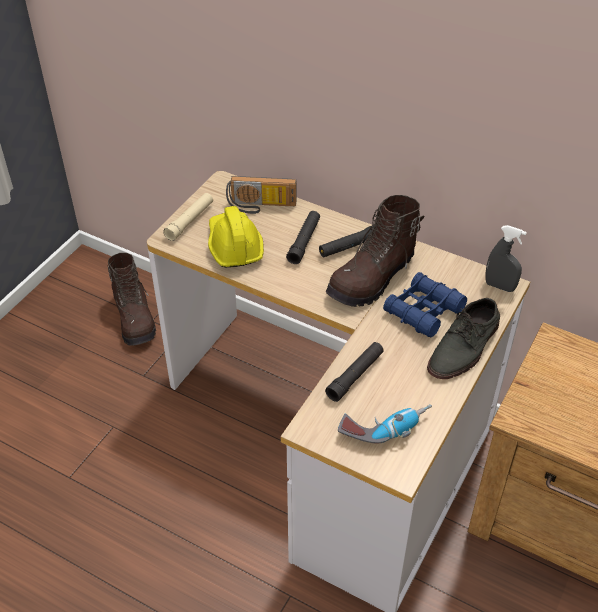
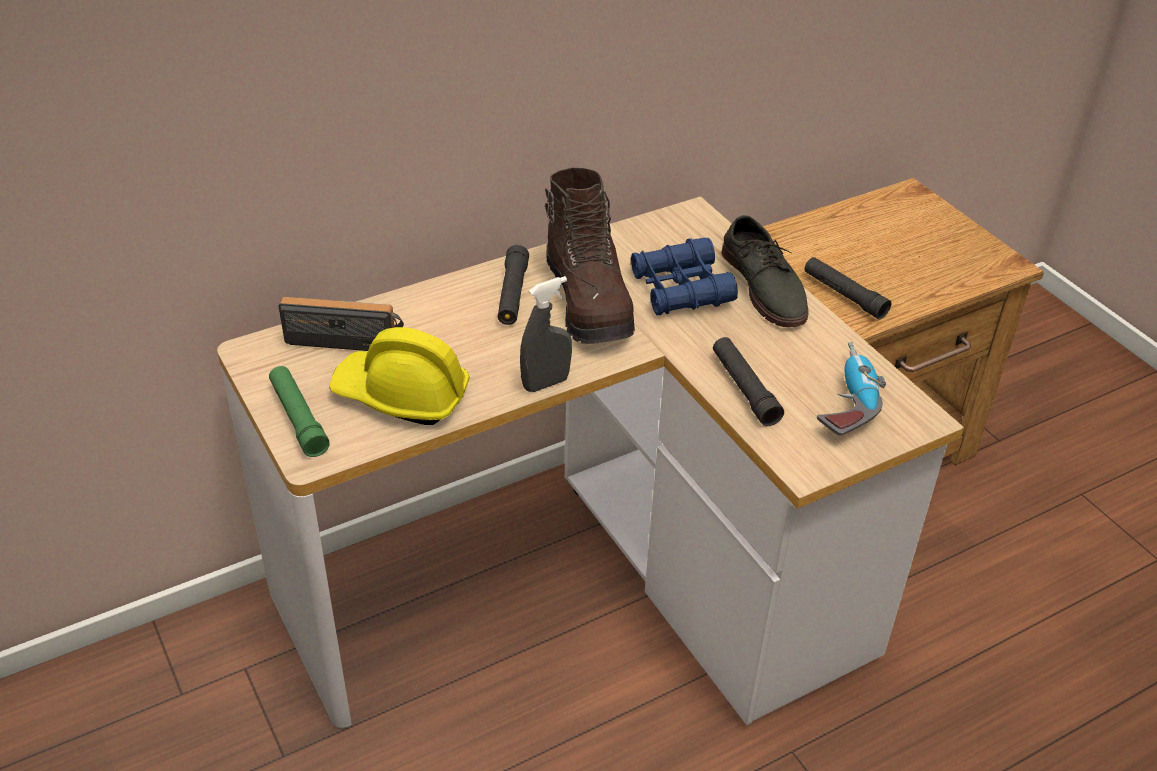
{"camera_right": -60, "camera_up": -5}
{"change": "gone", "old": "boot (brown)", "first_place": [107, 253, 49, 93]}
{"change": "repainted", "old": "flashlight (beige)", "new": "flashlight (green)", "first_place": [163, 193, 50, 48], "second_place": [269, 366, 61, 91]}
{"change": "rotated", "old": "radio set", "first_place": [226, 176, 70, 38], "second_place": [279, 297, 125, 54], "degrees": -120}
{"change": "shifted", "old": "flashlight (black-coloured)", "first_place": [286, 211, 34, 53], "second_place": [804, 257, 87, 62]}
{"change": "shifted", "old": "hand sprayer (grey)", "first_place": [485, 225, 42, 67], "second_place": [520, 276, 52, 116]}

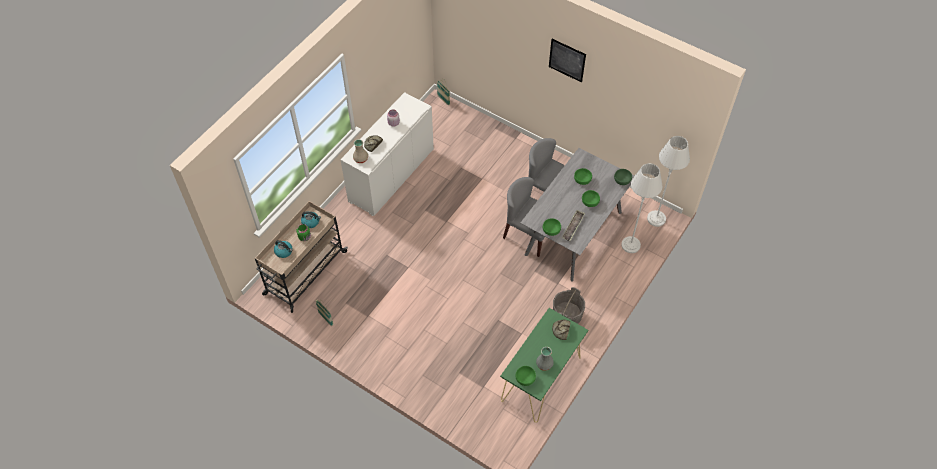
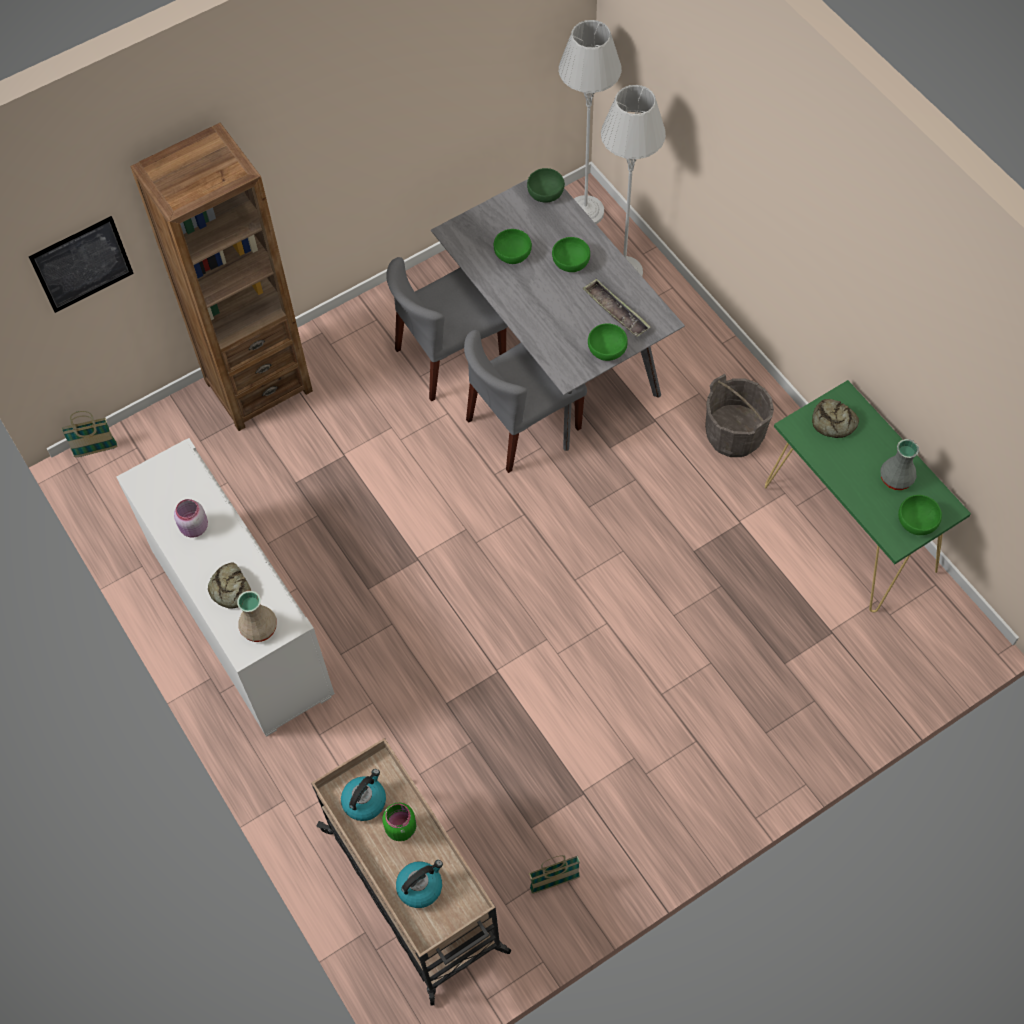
{"camera_right": -65, "camera_up": 5}
{"change": "shifted", "old": "wall art", "first_place": [549, 39, 37, 43], "second_place": [29, 216, 105, 97]}
{"change": "new", "new": "bookcase (brown)", "second_place": [130, 123, 183, 308]}

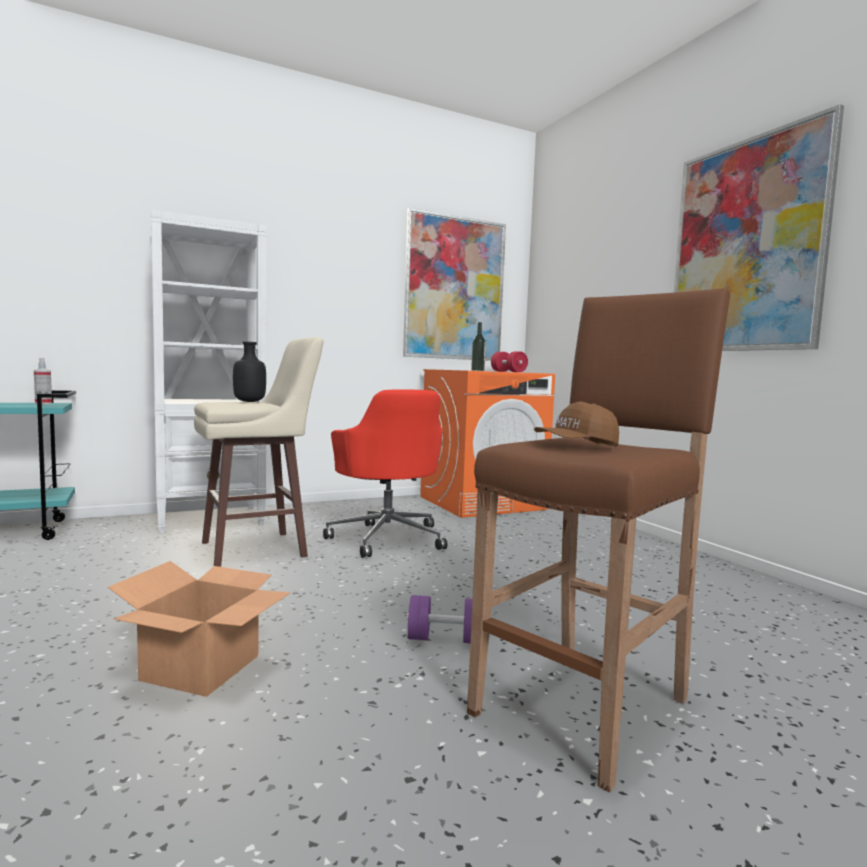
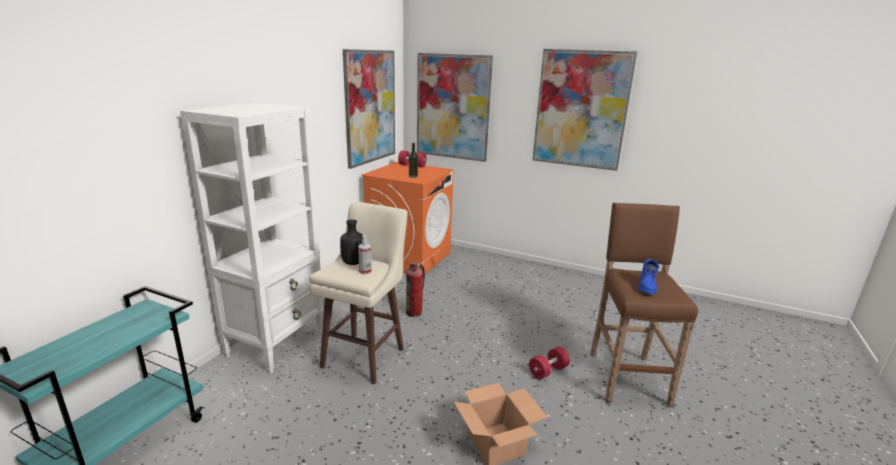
{"camera_right": -40, "camera_up": 15}
{"change": "shifted", "old": "hand sprayer", "first_place": [34, 358, 18, 46], "second_place": [358, 235, 14, 40]}
{"change": "swapped", "old": "desk chair (red)", "new": "fire-fighting cylinder", "first_place": [323, 389, 124, 169], "second_place": [404, 262, 21, 55]}
{"change": "repainted", "old": "dumbbell (purplish)", "new": "dumbbell (red)", "first_place": [406, 595, 67, 48], "second_place": [529, 346, 41, 33]}
{"change": "swapped", "old": "baseball cap (brown)", "new": "boot (bluish)", "first_place": [534, 401, 85, 46], "second_place": [638, 259, 21, 35]}
{"change": "new", "new": "wall art", "second_place": [417, 53, 76, 109]}

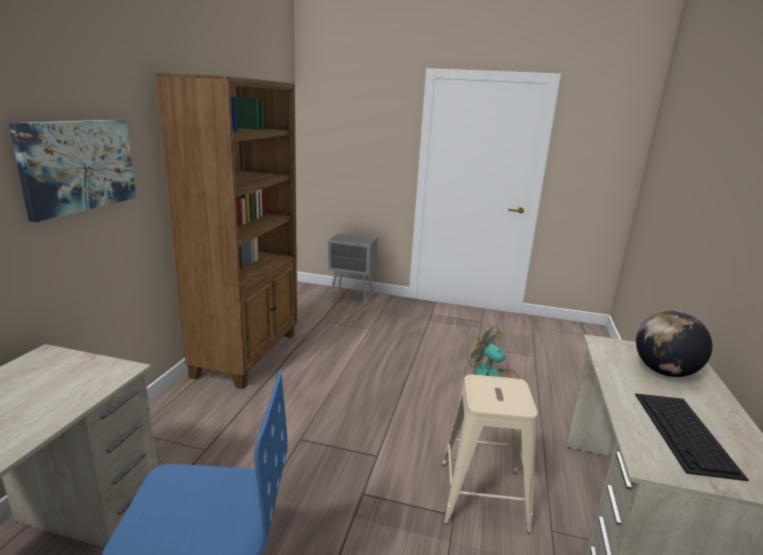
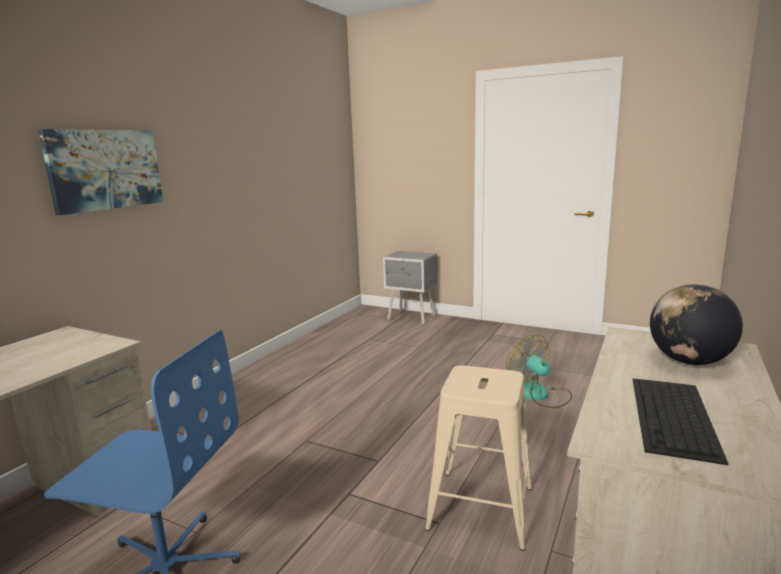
{"camera_right": 15, "camera_up": -5}
{"change": "gone", "old": "bookcase (brown)", "first_place": [155, 73, 142, 316]}

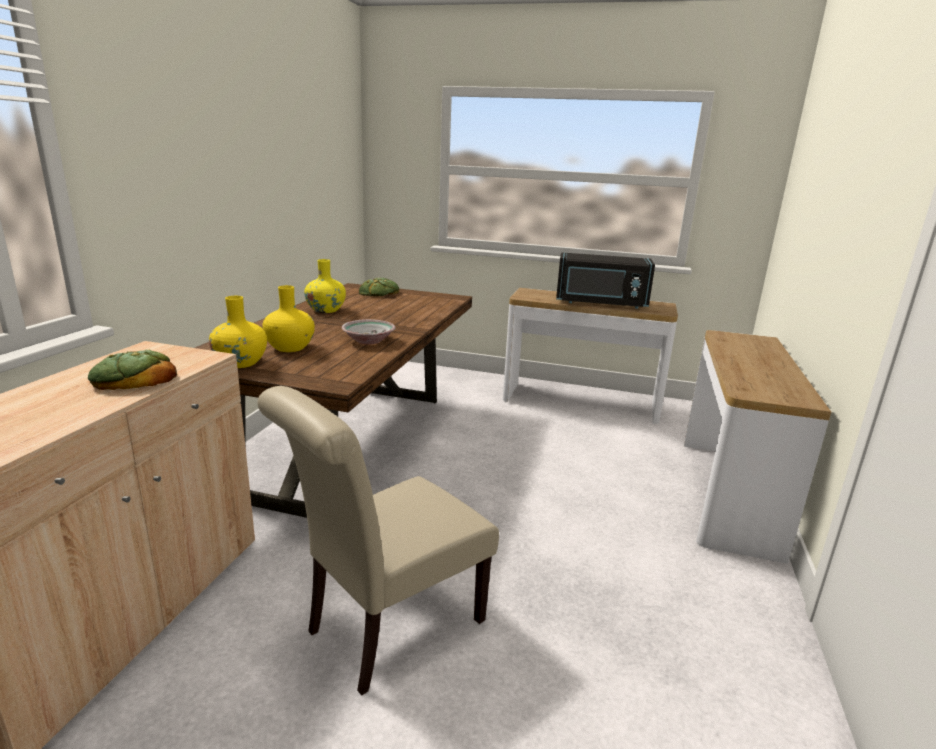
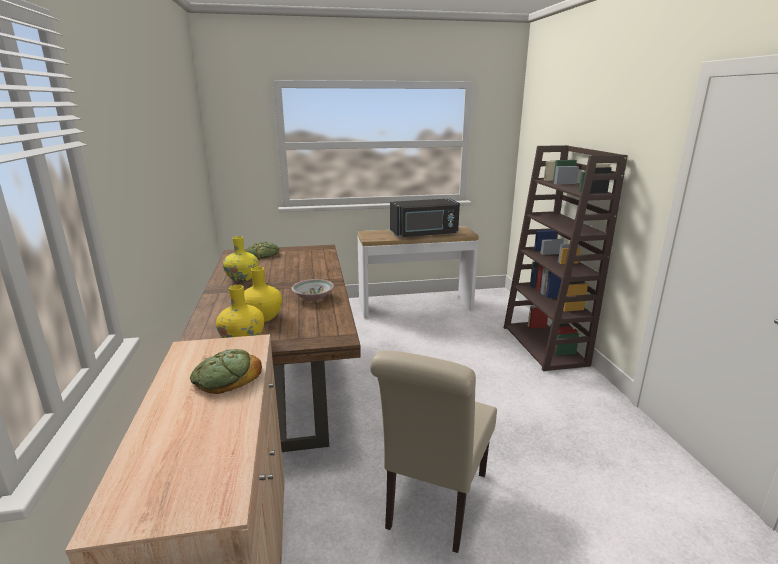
{"camera_right": -25, "camera_up": 0}
{"change": "swapped", "old": "console table", "new": "bookcase (brown)", "first_place": [684, 330, 147, 234], "second_place": [504, 145, 124, 226]}

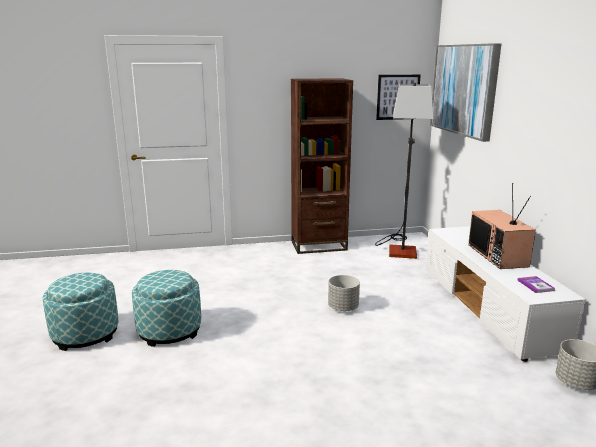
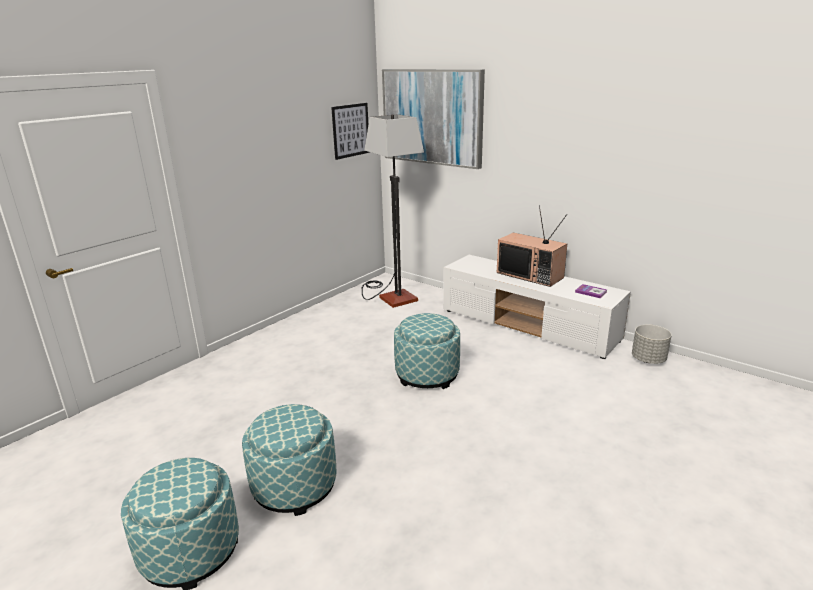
{"camera_right": -40, "camera_up": 5}
{"change": "gone", "old": "bookcase (brown)", "first_place": [291, 78, 62, 176]}
{"change": "swapped", "old": "planter (grey)", "new": "ottoman", "first_place": [328, 275, 32, 36], "second_place": [394, 313, 66, 76]}

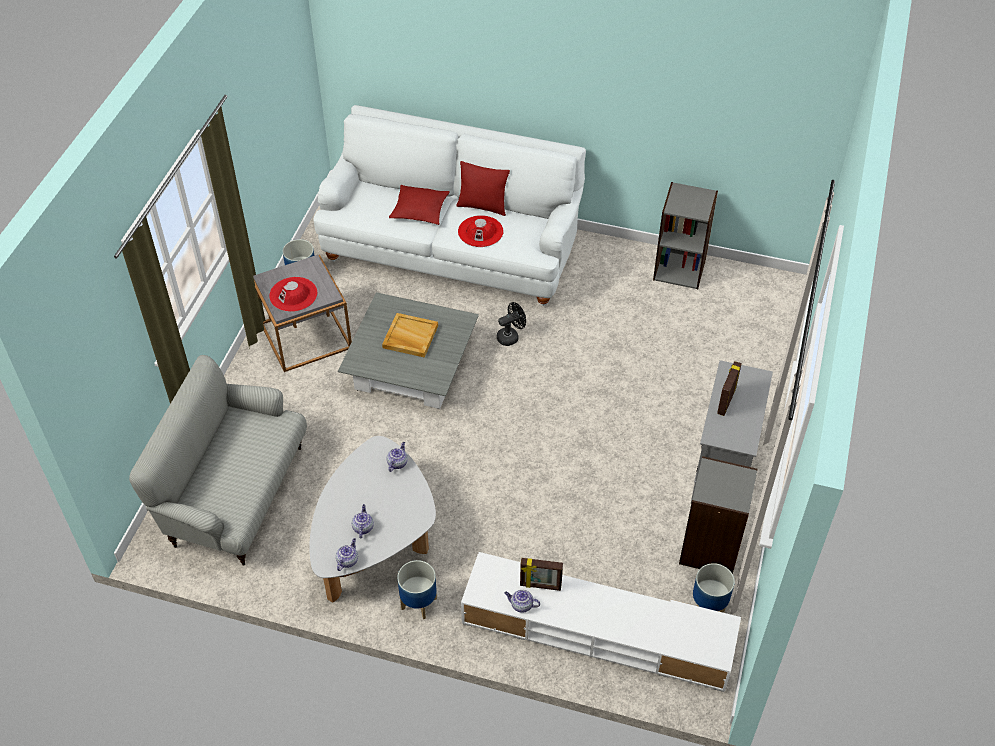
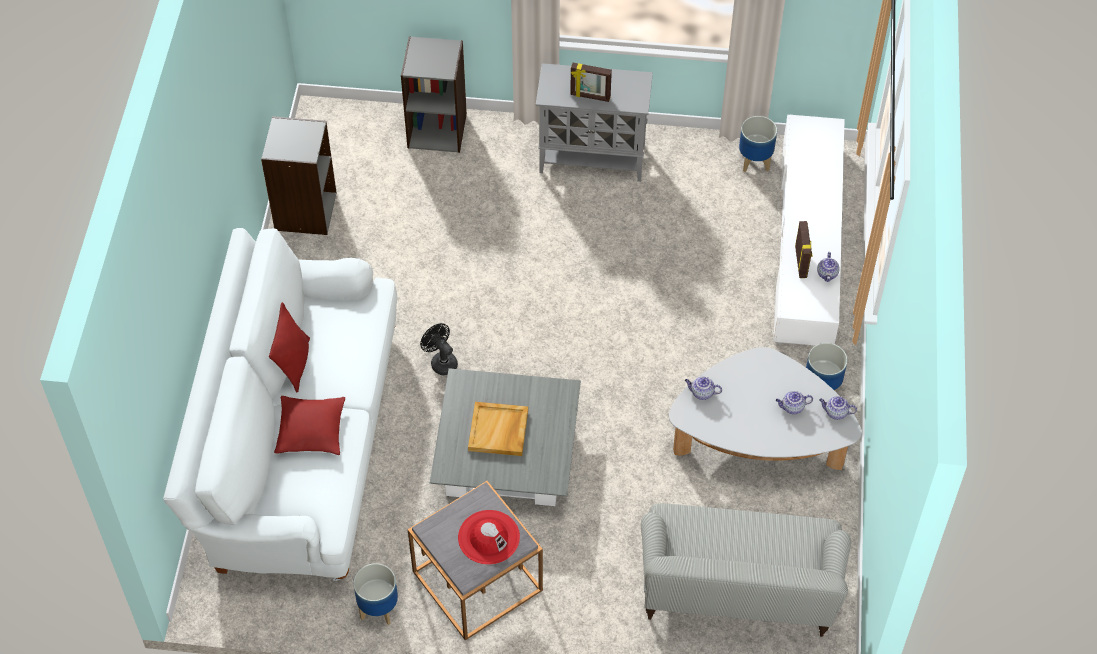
{"camera_right": -100, "camera_up": 5}
{"change": "gone", "old": "wearable hat (red)", "first_place": [458, 215, 45, 32]}
{"change": "shifted", "old": "bookcase (grey)", "first_place": [679, 456, 79, 118], "second_place": [401, 36, 66, 117]}

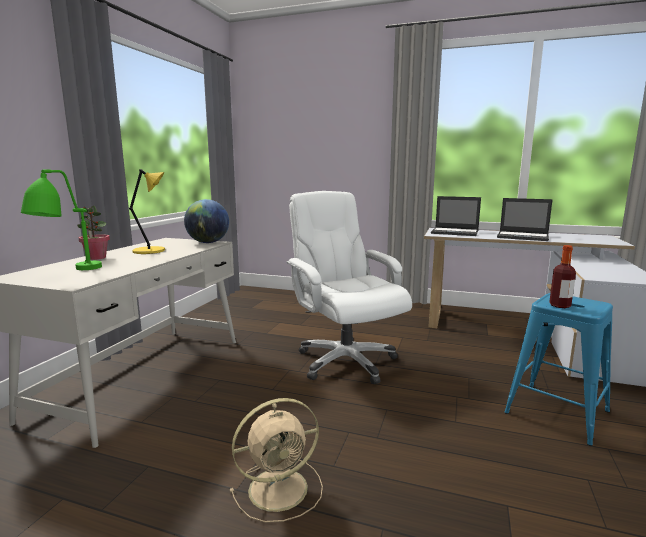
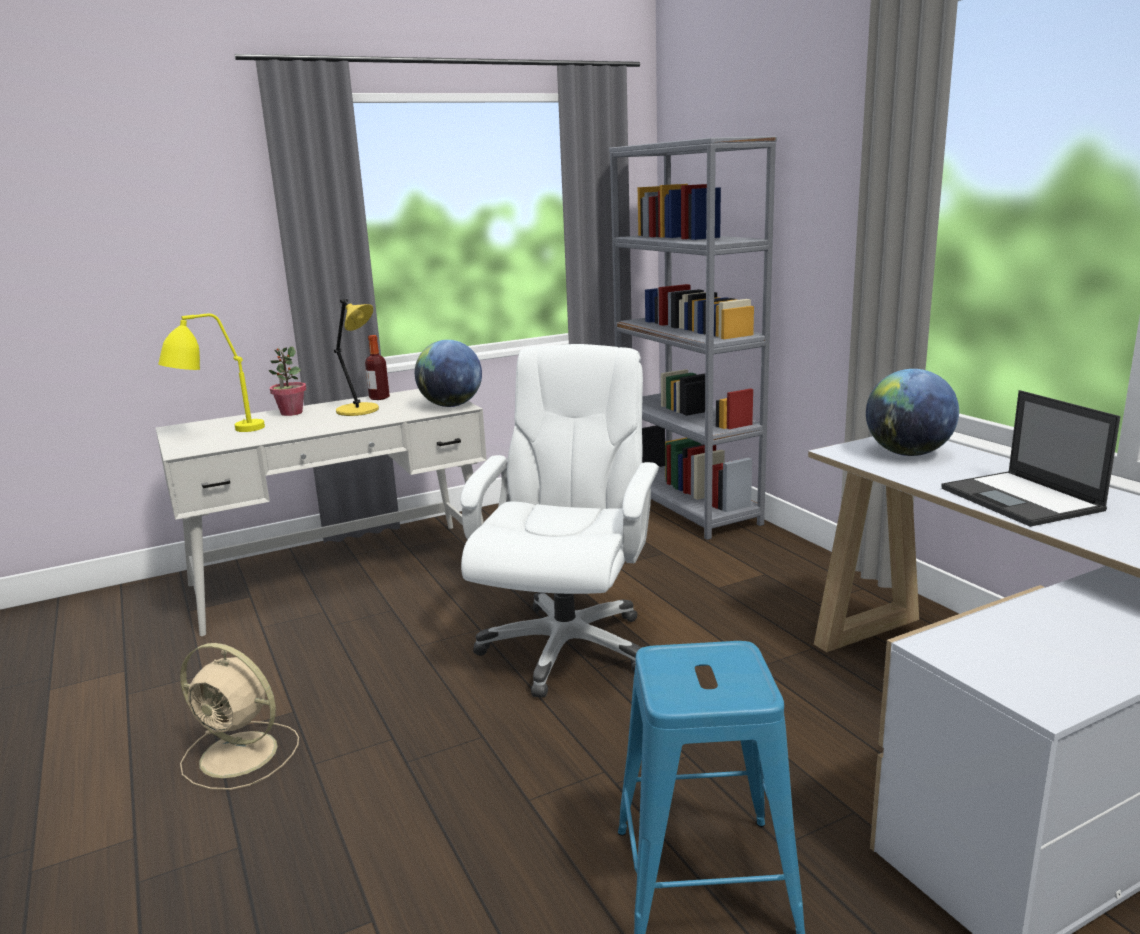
{"camera_right": 45, "camera_up": 5}
{"change": "repainted", "old": "table lamp (green)", "new": "table lamp (yellow-coloured)", "first_place": [21, 170, 81, 100], "second_place": [158, 313, 107, 119]}
{"change": "swapped", "old": "portable computer", "new": "desk globe", "first_place": [431, 196, 50, 40], "second_place": [866, 369, 93, 87]}
{"change": "shifted", "old": "bottle", "first_place": [549, 245, 27, 63], "second_place": [365, 335, 25, 65]}
{"change": "new", "new": "bookcase (grey)", "second_place": [609, 136, 168, 404]}

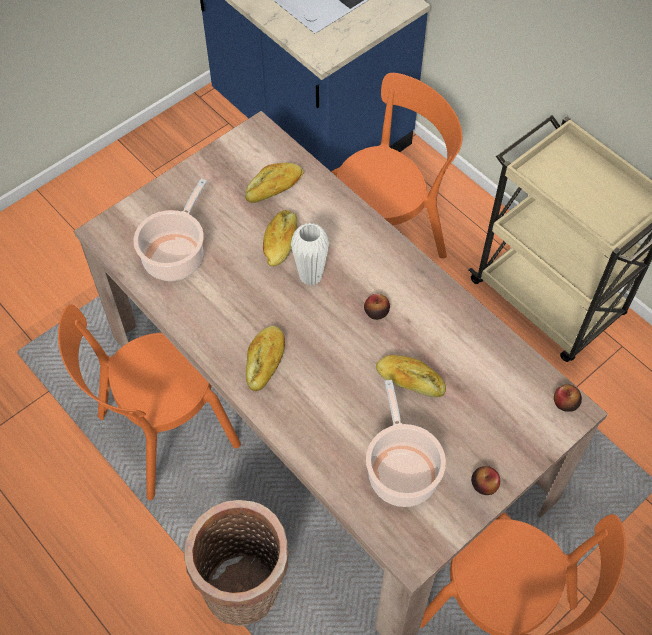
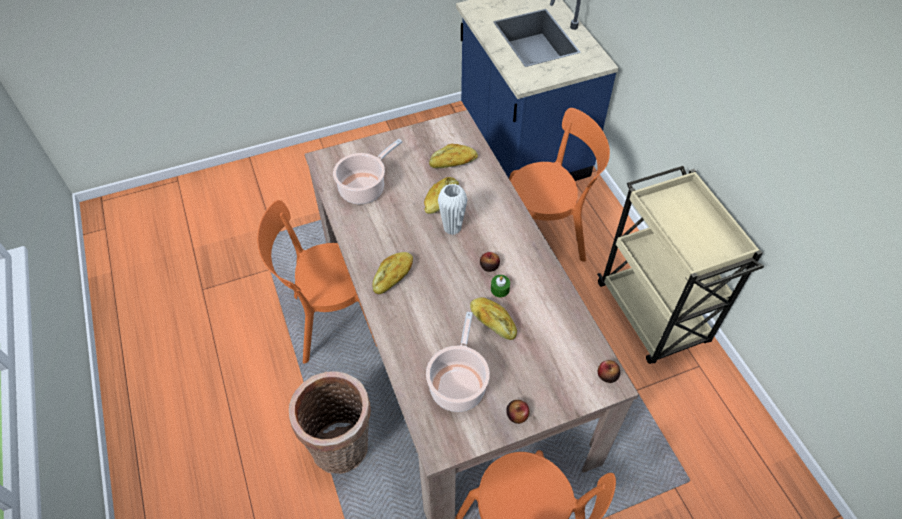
{"camera_right": 20, "camera_up": -5}
{"change": "new", "new": "candle (green)", "second_place": [491, 275, 19, 22]}

